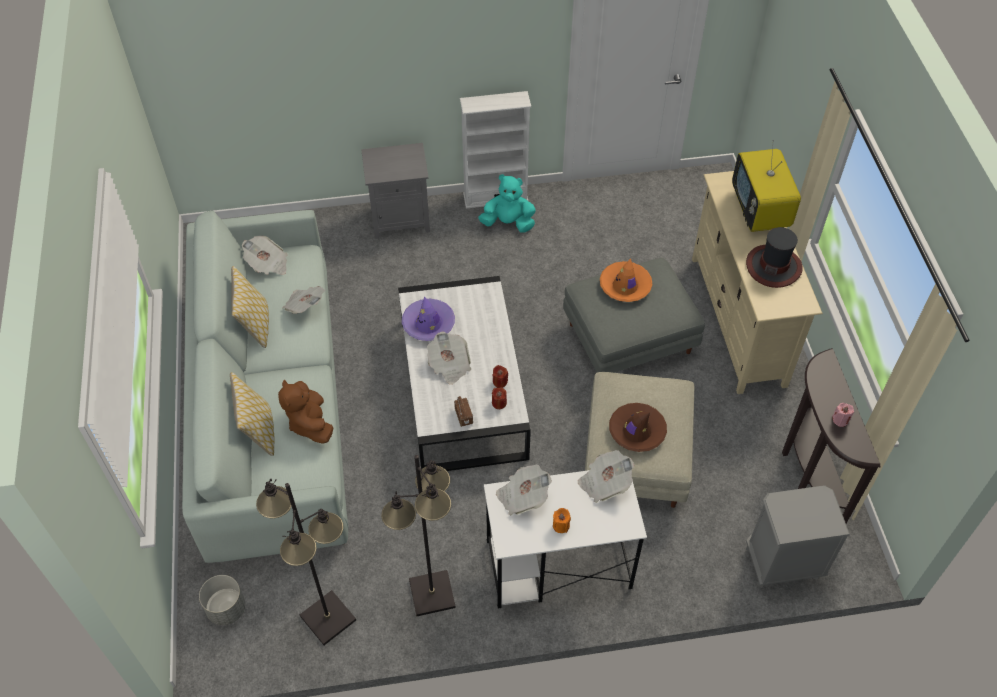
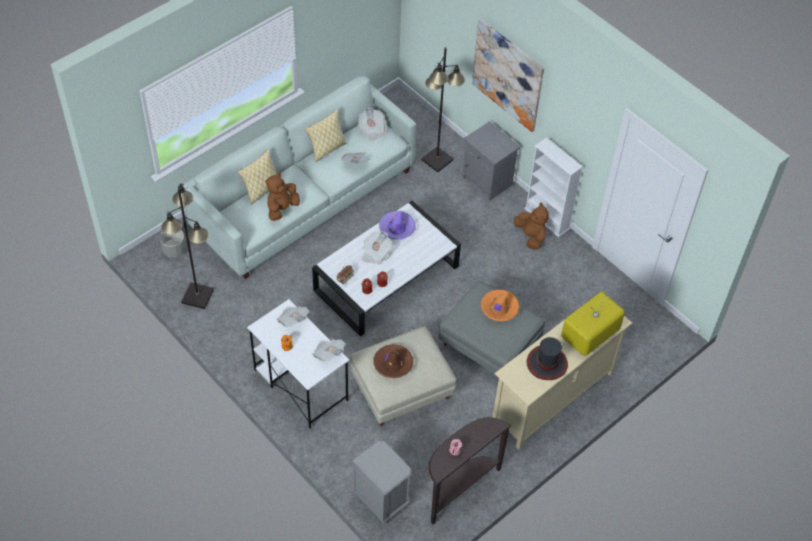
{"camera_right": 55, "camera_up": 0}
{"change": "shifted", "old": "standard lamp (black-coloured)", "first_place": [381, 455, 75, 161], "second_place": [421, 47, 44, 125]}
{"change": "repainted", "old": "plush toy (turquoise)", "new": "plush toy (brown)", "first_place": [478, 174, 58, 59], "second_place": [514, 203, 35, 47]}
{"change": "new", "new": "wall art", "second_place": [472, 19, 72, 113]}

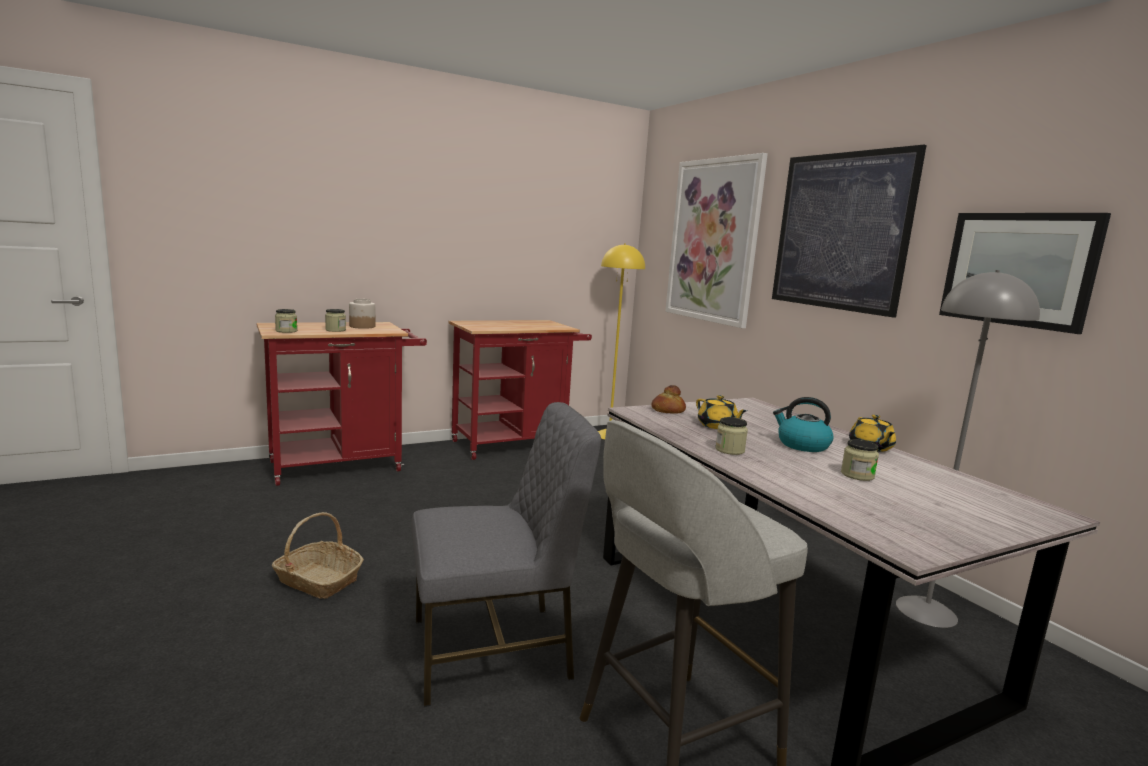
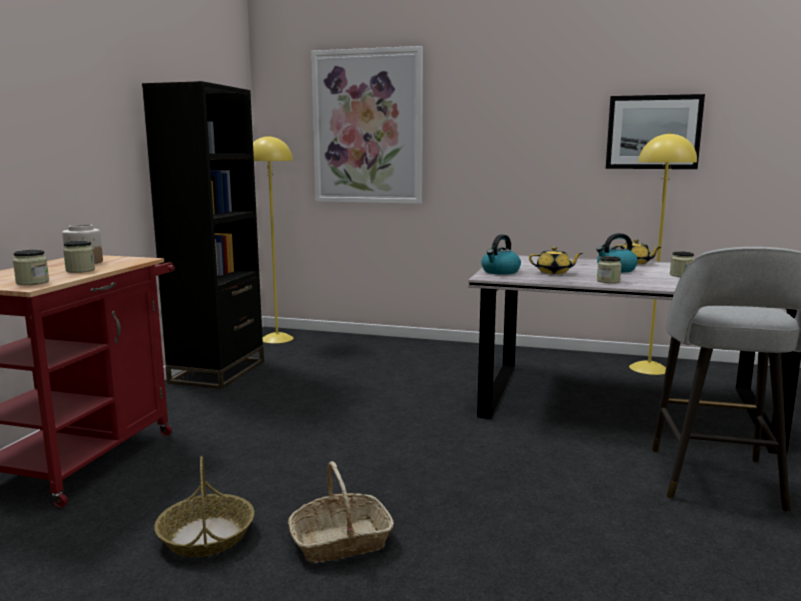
{"camera_right": -45, "camera_up": 0}
{"change": "gone", "old": "upright chair (grey)", "first_place": [411, 402, 190, 305]}
{"change": "swapped", "old": "wheeled cart (red)", "new": "bookcase (black-coloured)", "first_place": [449, 320, 143, 140], "second_place": [142, 81, 122, 308]}
{"change": "swapped", "old": "bread", "new": "tea kettle", "first_place": [651, 385, 35, 29], "second_place": [481, 235, 40, 40]}
{"change": "gone", "old": "wall art", "first_place": [772, 145, 155, 173]}
{"change": "repainted", "old": "standard lamp (grey)", "new": "standard lamp (yellow-coloured)", "first_place": [896, 270, 144, 358], "second_place": [629, 132, 68, 243]}
{"change": "new", "new": "household basket", "second_place": [154, 456, 100, 101]}

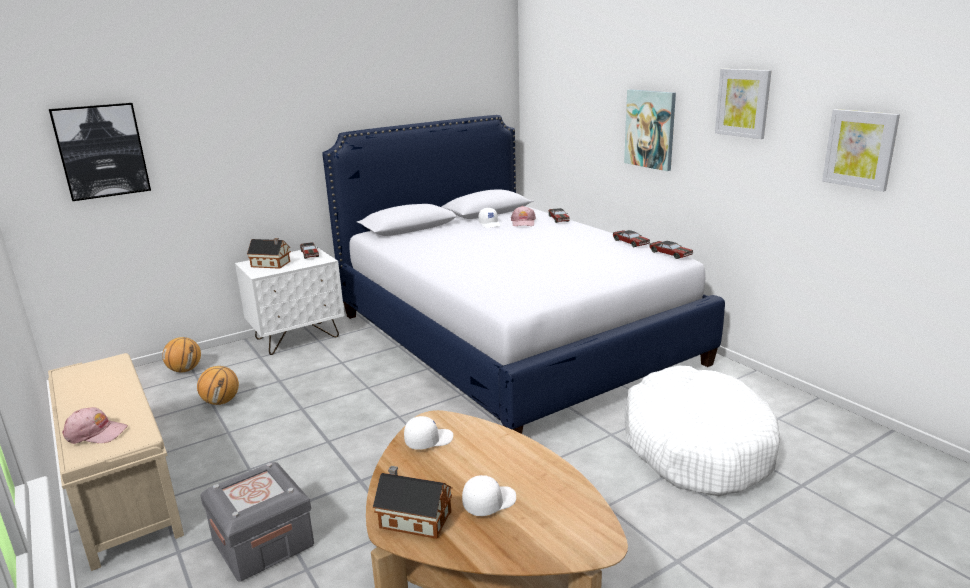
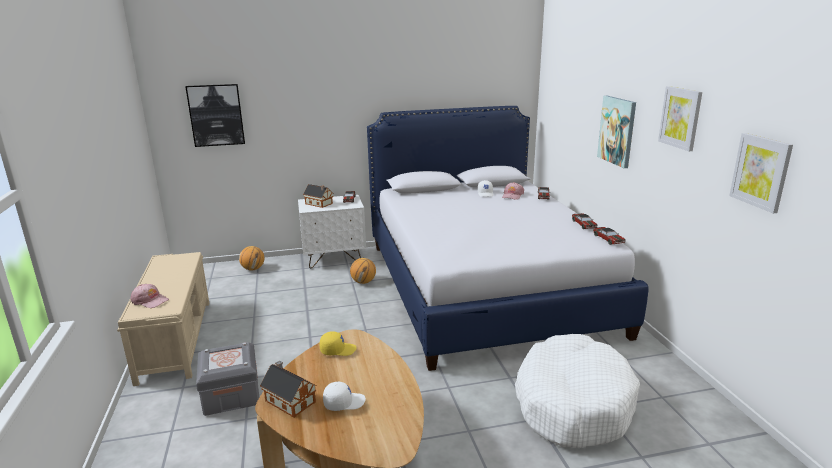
{"camera_right": 20, "camera_up": 0}
{"change": "shifted", "old": "basketball", "first_place": [197, 366, 42, 39], "second_place": [350, 258, 26, 26]}
{"change": "repainted", "old": "baseball cap (white)", "new": "baseball cap (yellow-coloured)", "first_place": [404, 416, 49, 34], "second_place": [320, 331, 37, 25]}

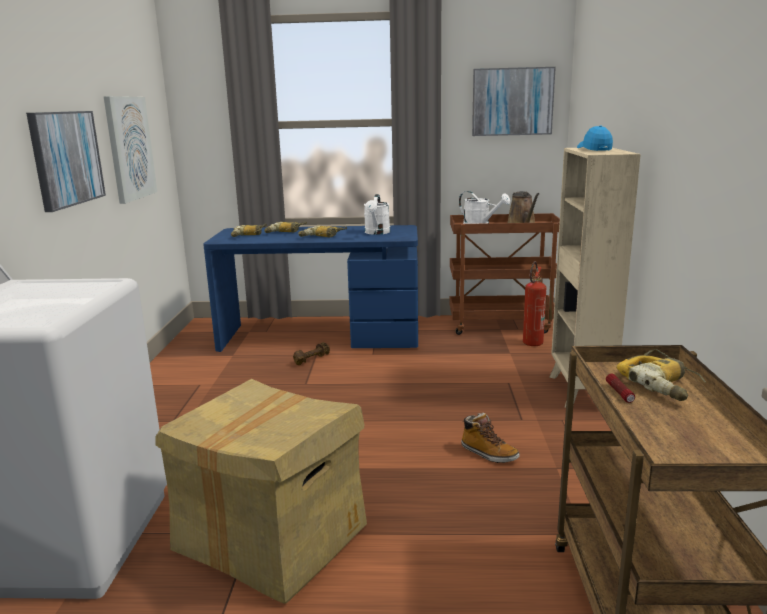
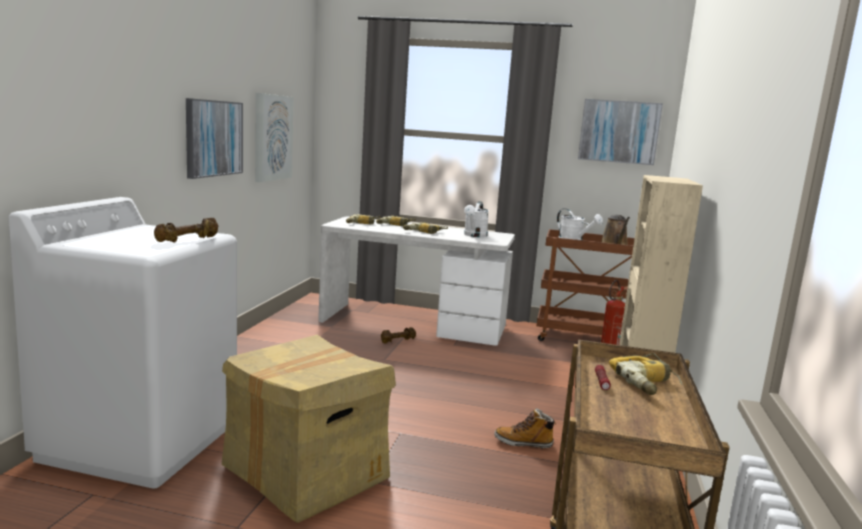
{"camera_right": 10, "camera_up": -5}
{"change": "repainted", "old": "desk table (bluish)", "new": "desk table (white)", "first_place": [203, 225, 215, 127], "second_place": [318, 216, 197, 130]}
{"change": "rotated", "old": "boot", "first_place": [461, 413, 59, 50], "second_place": [494, 408, 63, 41], "degrees": 135}
{"change": "gone", "old": "baseball cap (bluish)", "first_place": [577, 125, 36, 26]}
{"change": "new", "new": "dumbbell (brown)", "second_place": [154, 218, 64, 25]}

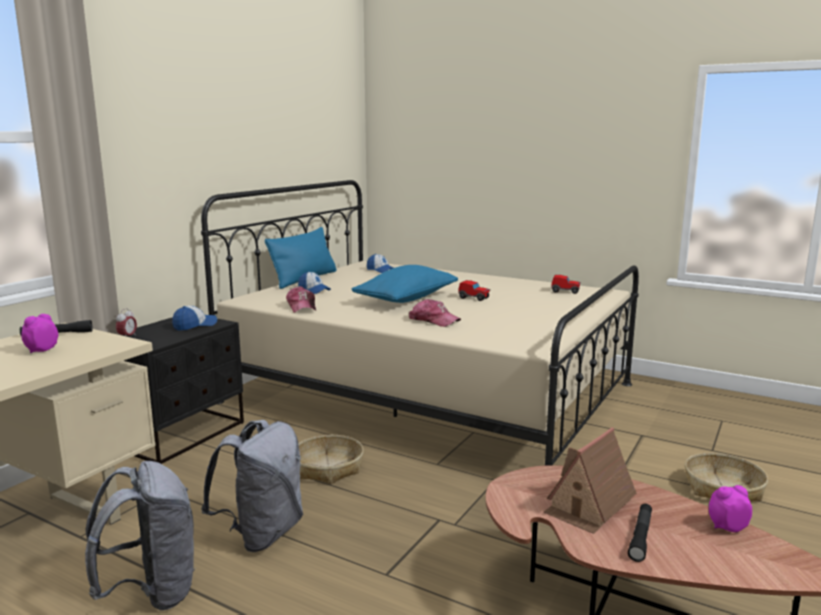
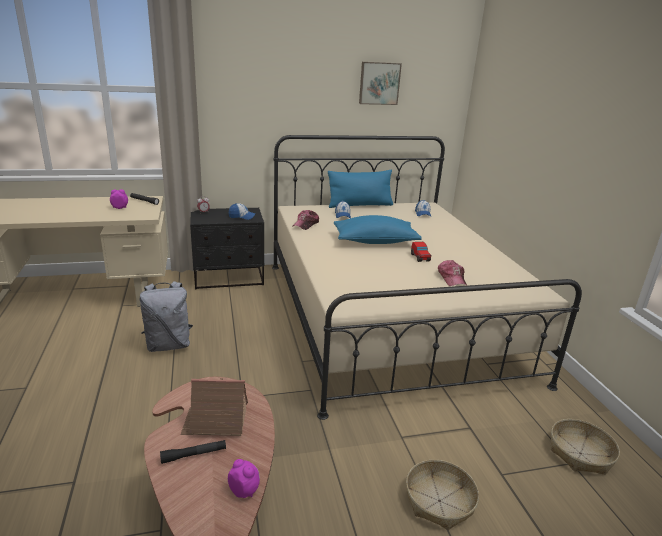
{"camera_right": 45, "camera_up": 10}
{"change": "gone", "old": "backpack (grey)", "first_place": [85, 461, 111, 150]}
{"change": "shifted", "old": "household basket", "first_place": [298, 435, 66, 49], "second_place": [551, 419, 69, 56]}
{"change": "shifted", "old": "baseball cap", "first_place": [409, 299, 52, 28], "second_place": [438, 260, 29, 26]}
{"change": "gone", "old": "toy car", "first_place": [551, 275, 30, 19]}
{"change": "new", "new": "wall art", "second_place": [359, 62, 43, 43]}

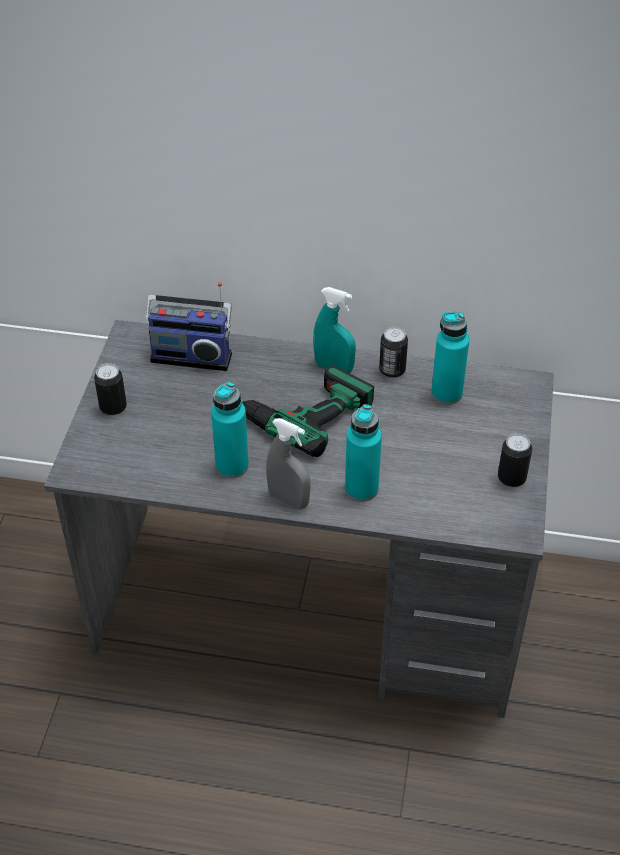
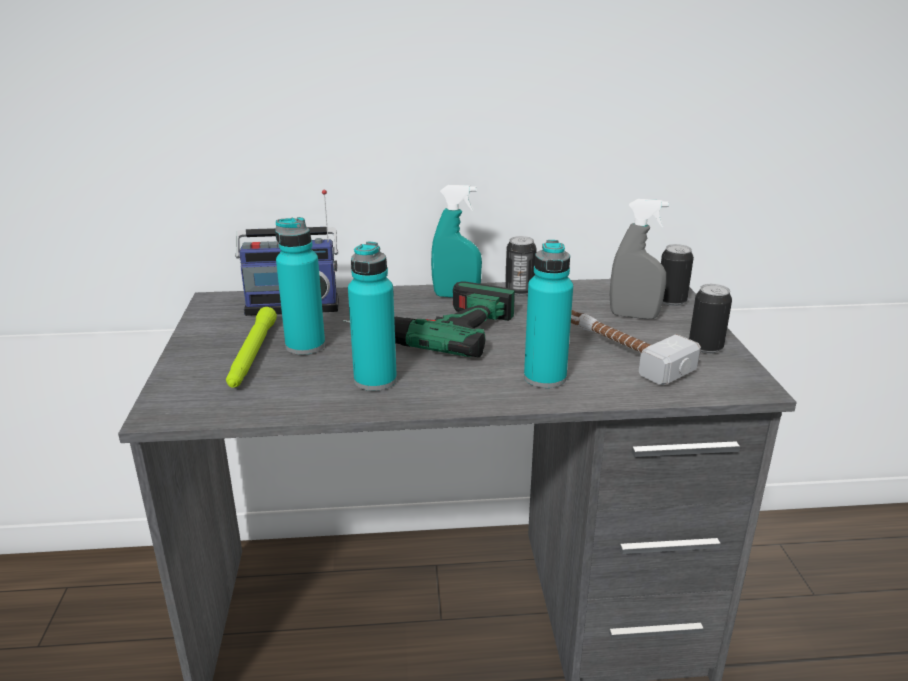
{"camera_right": -15, "camera_up": -20}
{"change": "shifted", "old": "metal can", "first_place": [94, 363, 33, 52], "second_place": [661, 244, 33, 62]}
{"change": "shifted", "old": "hand sprayer (grey)", "first_place": [266, 418, 45, 91], "second_place": [610, 199, 59, 120]}
{"change": "shifted", "old": "bottle (turquoise)", "first_place": [431, 311, 38, 94], "second_place": [275, 217, 50, 138]}
{"change": "new", "new": "flashlight (green)", "second_place": [226, 307, 51, 80]}
{"change": "new", "new": "hammer", "second_place": [571, 310, 130, 75]}

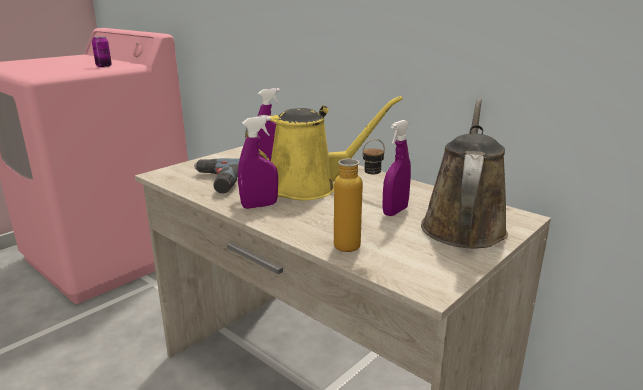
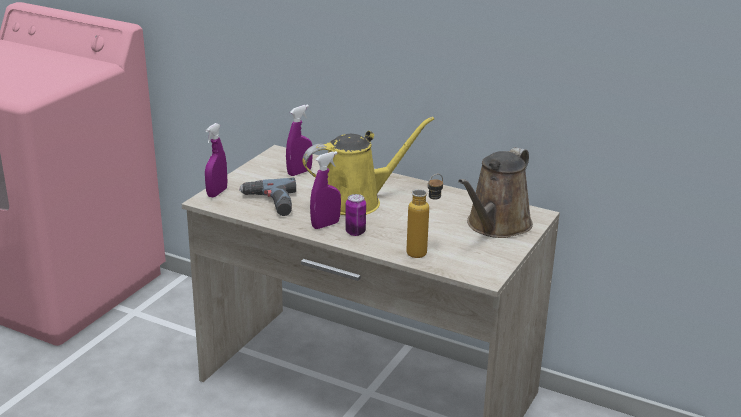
{"camera_right": -15, "camera_up": 5}
{"change": "shifted", "old": "metal can", "first_place": [92, 36, 20, 31], "second_place": [345, 194, 21, 42]}
{"change": "shifted", "old": "hand sprayer (purplish)", "first_place": [383, 120, 28, 96], "second_place": [205, 123, 22, 74]}
{"change": "rotated", "old": "sprinkling can (brown)", "first_place": [421, 99, 87, 149], "second_place": [458, 147, 75, 91], "degrees": -150}

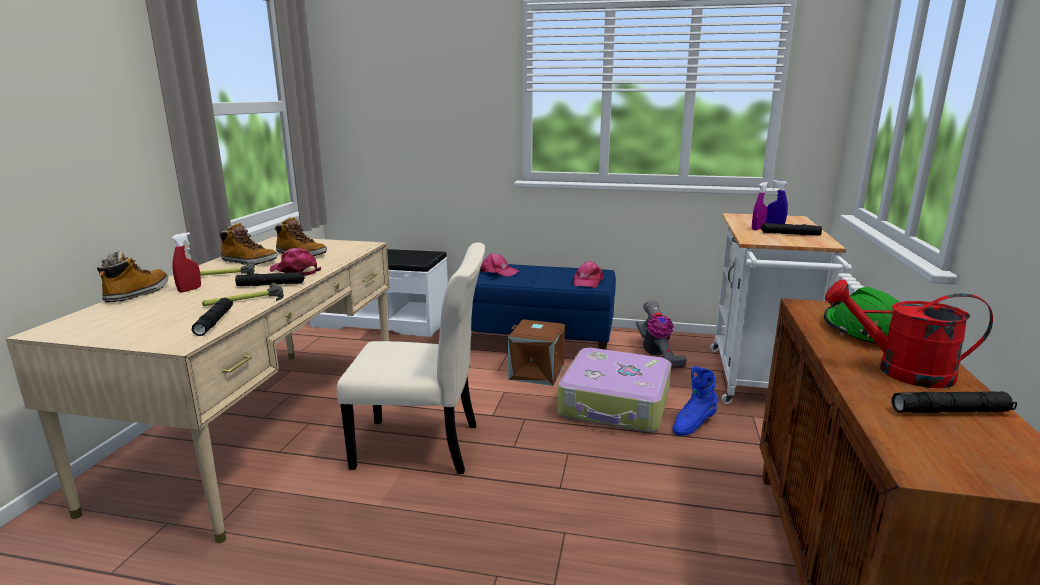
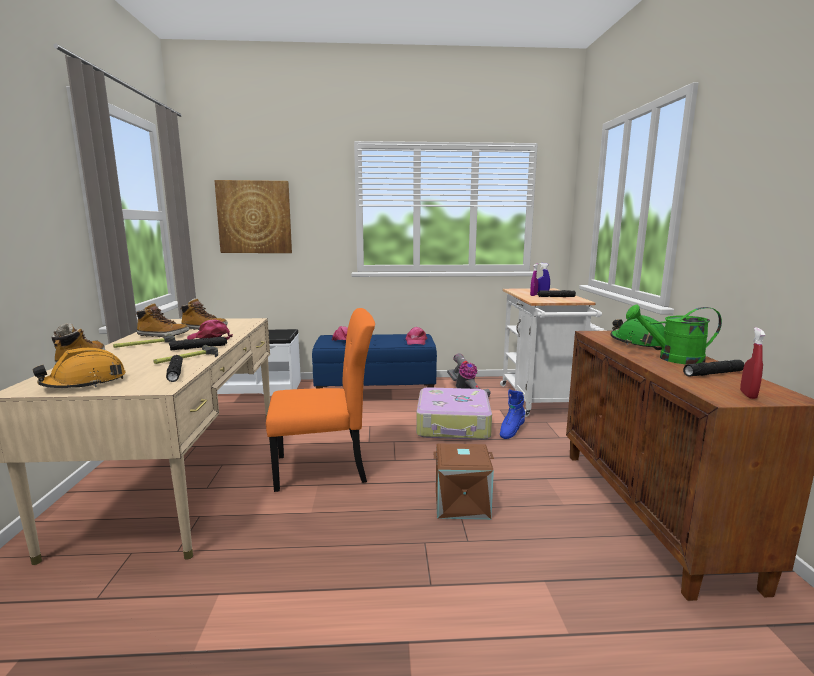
{"camera_right": -15, "camera_up": -5}
{"change": "shifted", "old": "hand sprayer (red)", "first_place": [171, 232, 30, 60], "second_place": [740, 328, 25, 71]}
{"change": "repainted", "old": "upright chair (beige)", "new": "upright chair (orangey)", "first_place": [337, 243, 148, 231], "second_place": [266, 308, 109, 184]}
{"change": "shifted", "old": "storage bin (brown)", "first_place": [508, 319, 57, 67], "second_place": [433, 444, 61, 76]}
{"change": "repainted", "old": "sprinkling can (red)", "new": "sprinkling can (green)", "first_place": [825, 279, 168, 109], "second_place": [626, 304, 96, 61]}
{"change": "new", "new": "hard hat (orangey)", "second_place": [32, 348, 94, 40]}
{"change": "new", "new": "wall art", "second_place": [214, 180, 78, 73]}

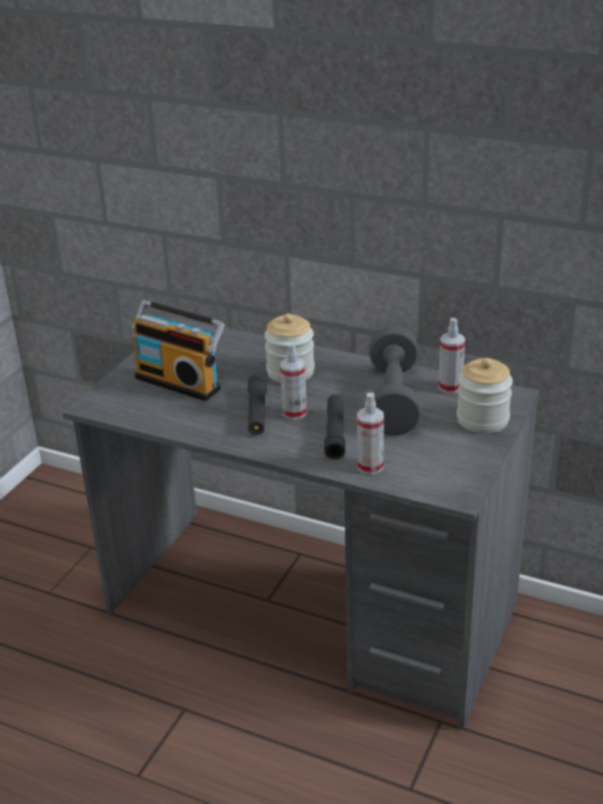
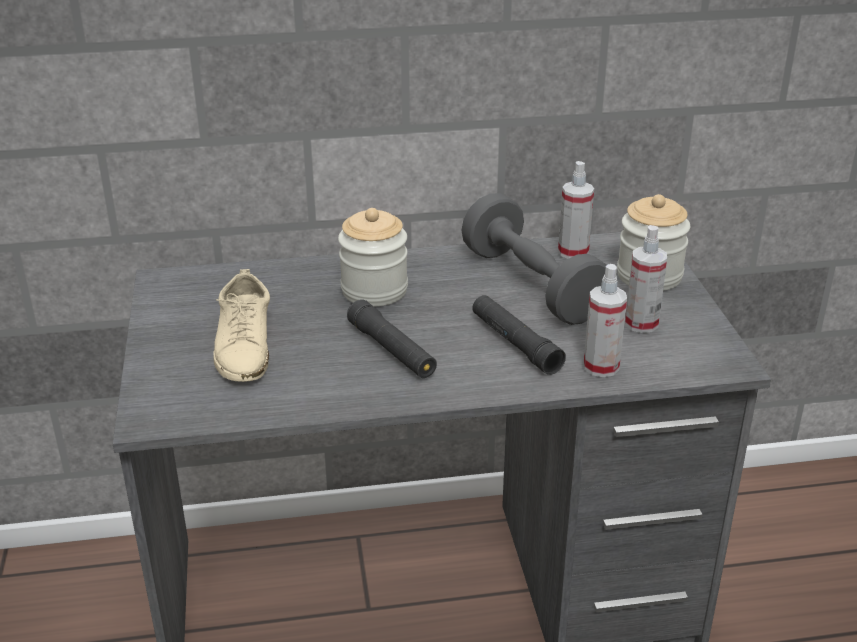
{"camera_right": -35, "camera_up": 0}
{"change": "swapped", "old": "radio set", "new": "low shoe (beige)", "first_place": [131, 300, 94, 101], "second_place": [214, 269, 56, 113]}
{"change": "shifted", "old": "hand sprayer", "first_place": [280, 342, 27, 78], "second_place": [625, 225, 42, 108]}

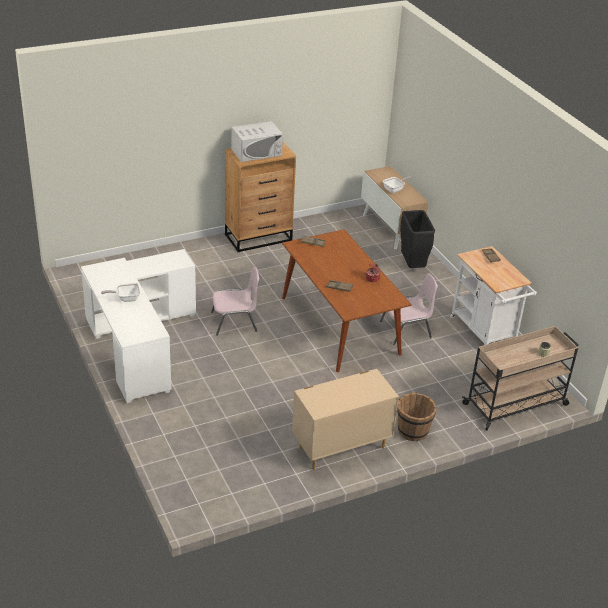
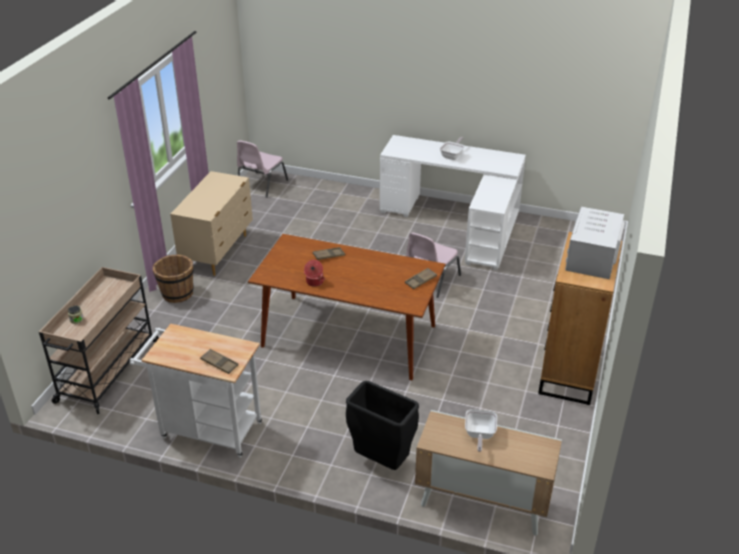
{"camera_right": 135, "camera_up": 0}
{"change": "shifted", "old": "upright chair (pink-coloured)", "first_place": [380, 274, 58, 71], "second_place": [237, 141, 51, 57]}

